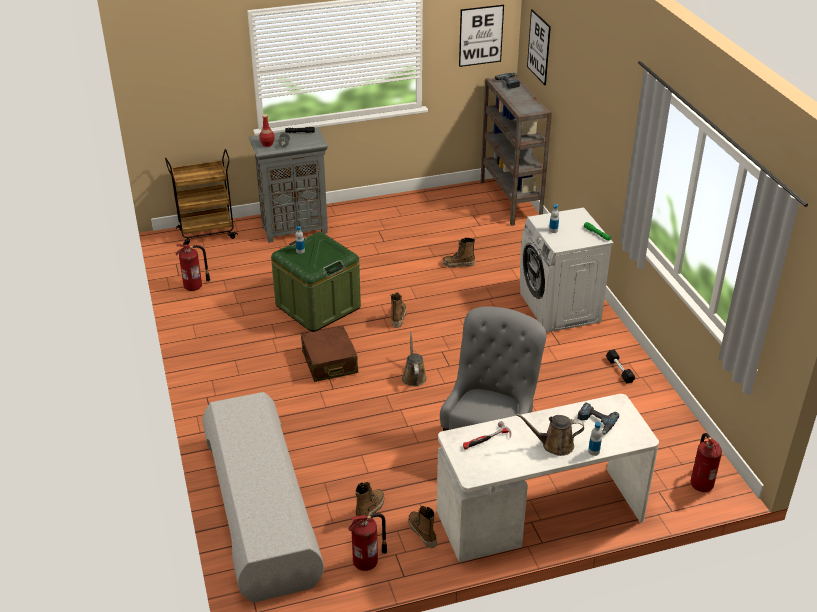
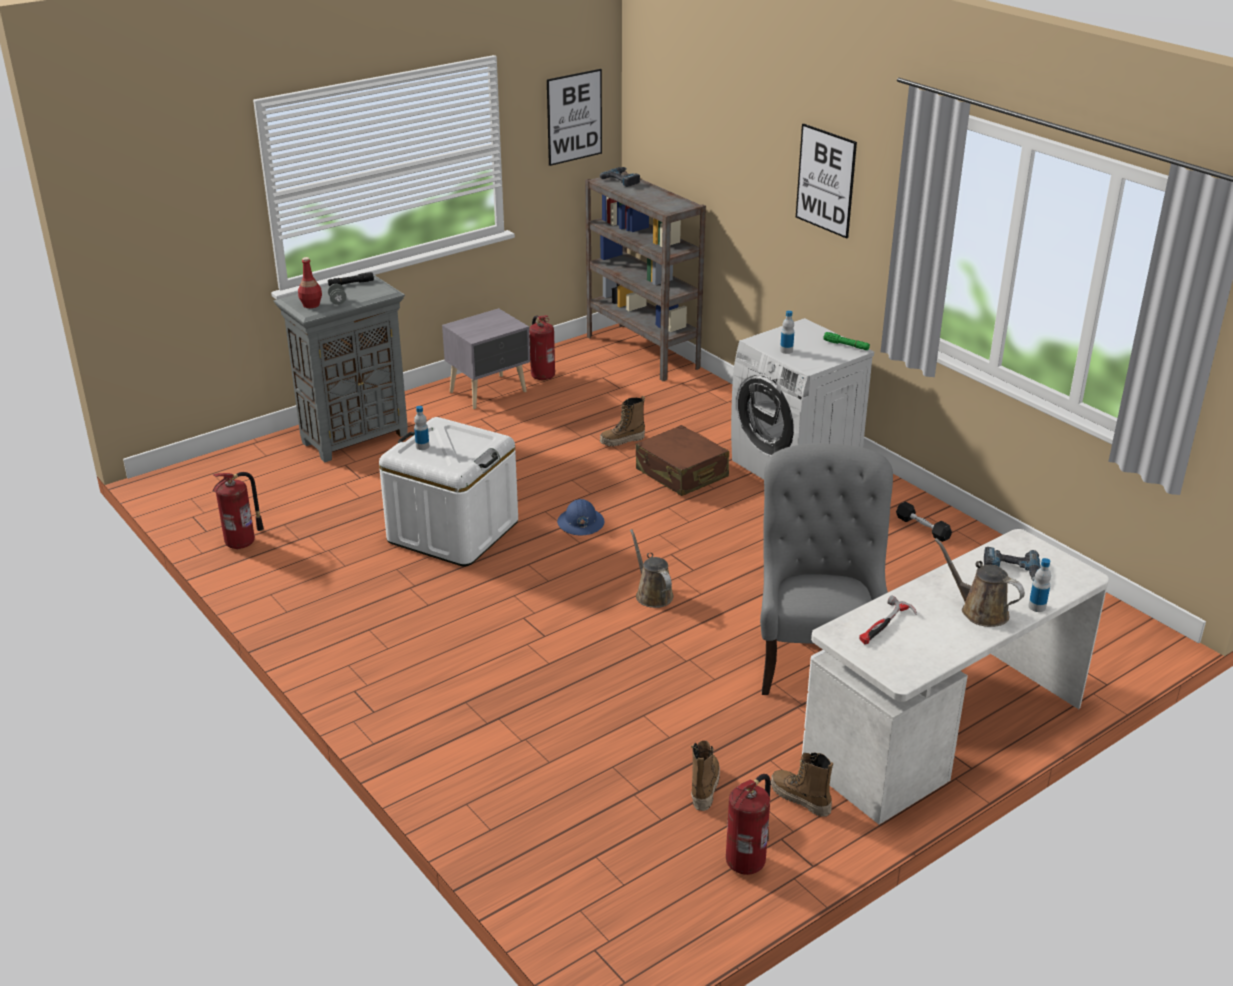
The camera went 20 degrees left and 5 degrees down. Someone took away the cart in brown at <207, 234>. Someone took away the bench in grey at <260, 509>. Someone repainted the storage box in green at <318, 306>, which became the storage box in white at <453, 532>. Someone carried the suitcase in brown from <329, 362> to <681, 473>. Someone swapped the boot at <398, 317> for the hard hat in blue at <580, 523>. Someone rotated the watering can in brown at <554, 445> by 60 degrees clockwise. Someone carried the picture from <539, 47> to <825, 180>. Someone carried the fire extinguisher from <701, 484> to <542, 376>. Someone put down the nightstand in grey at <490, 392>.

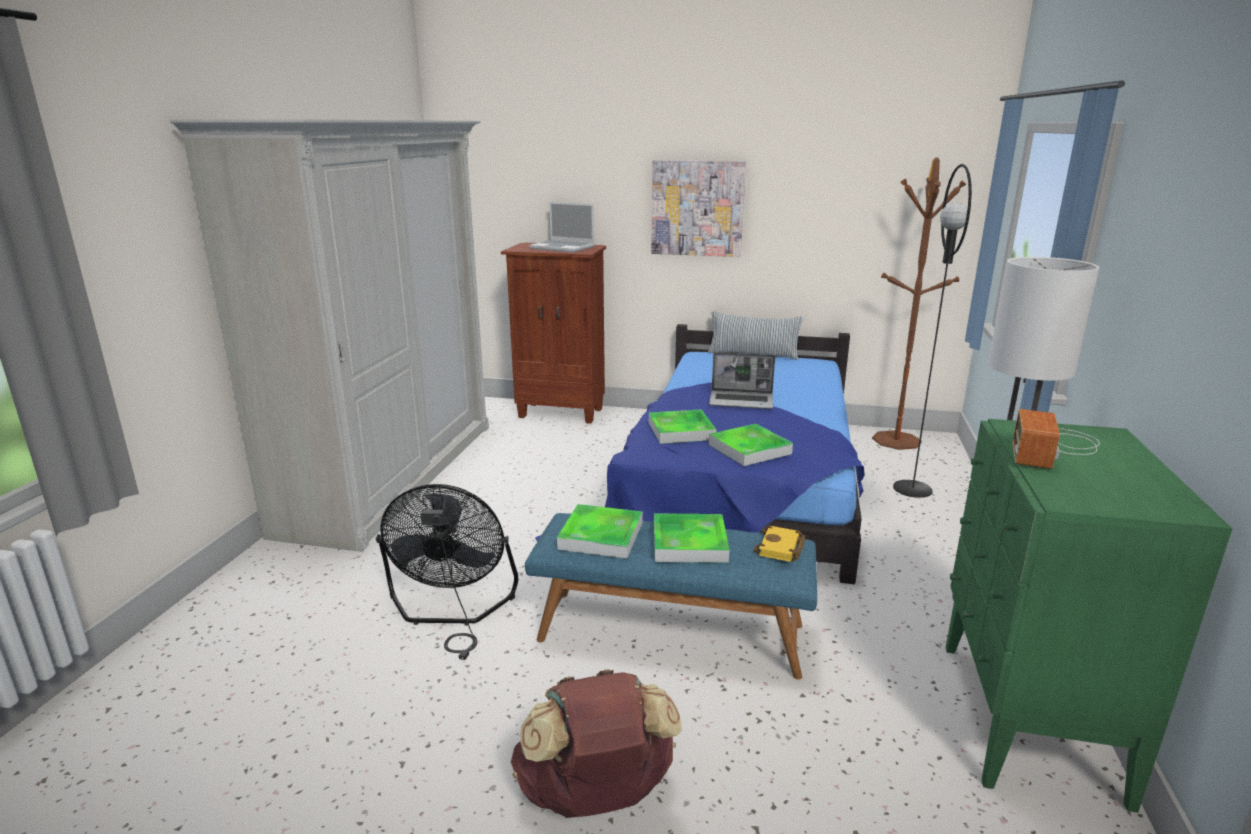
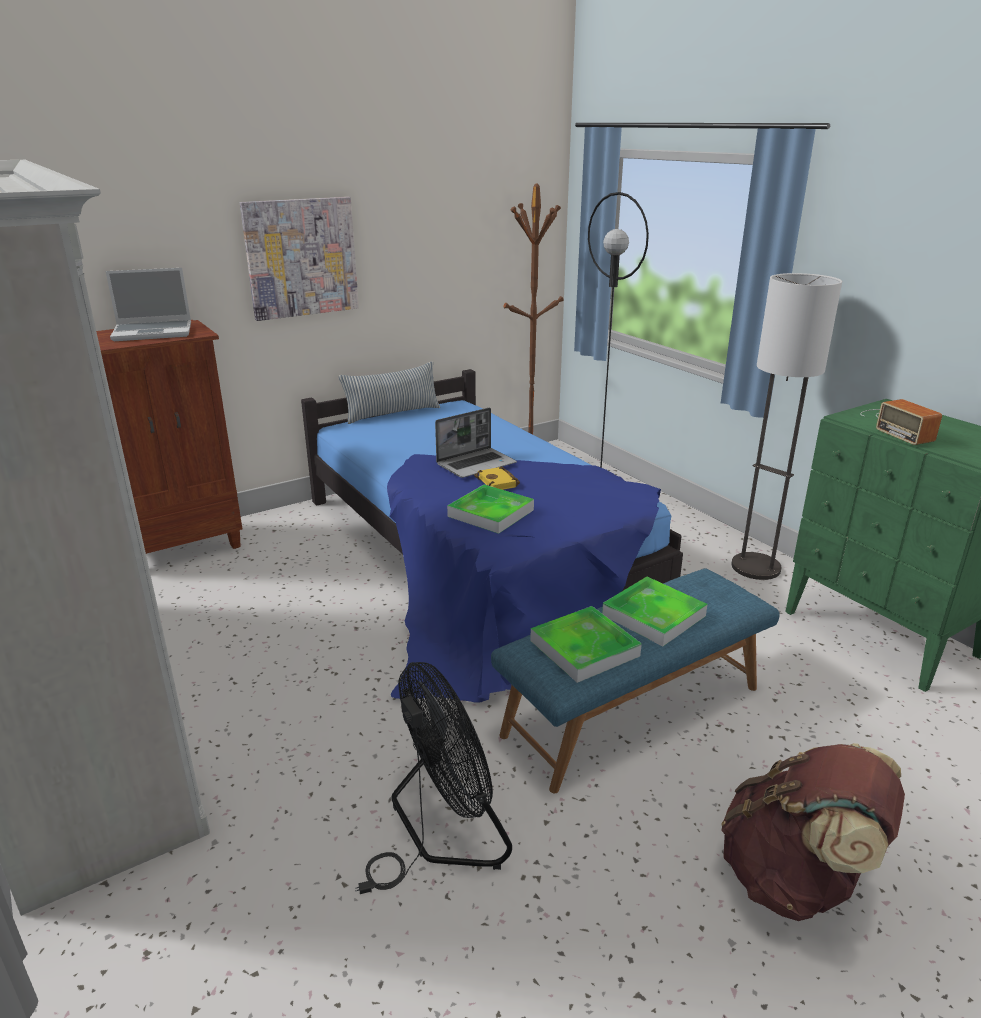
The camera went 45 degrees left and 5 degrees up. Someone rotated the fan in black at <450, 612> by 105 degrees clockwise. Someone took away the tray at <749, 449>. Someone carried the book in yellow from <781, 549> to <498, 483>.

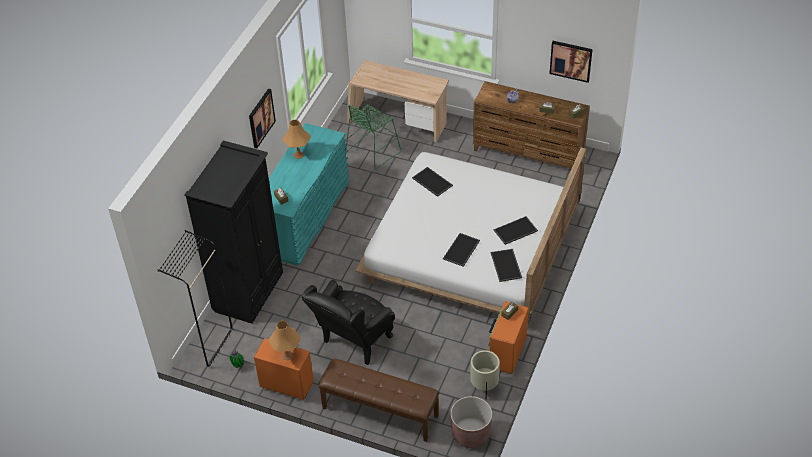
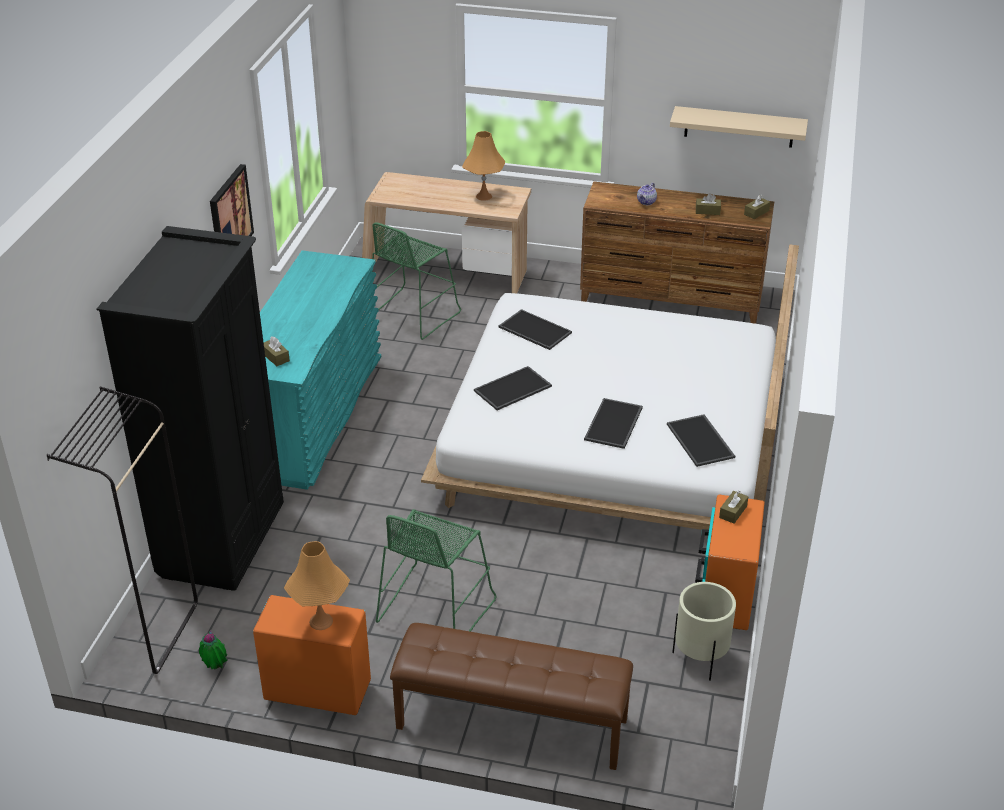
The camera went 10 degrees left and 10 degrees down. Someone carried the table lamp in orange from <298, 155> to <484, 196>. Someone swapped the armchair in black at <353, 344> for the stool in green at <435, 608>. Someone took away the planter in brown at <471, 434>. Someone carried the tray from <515, 231> to <512, 389>. Someone swapped the picture at <571, 60> for the shelf in beige at <739, 127>.

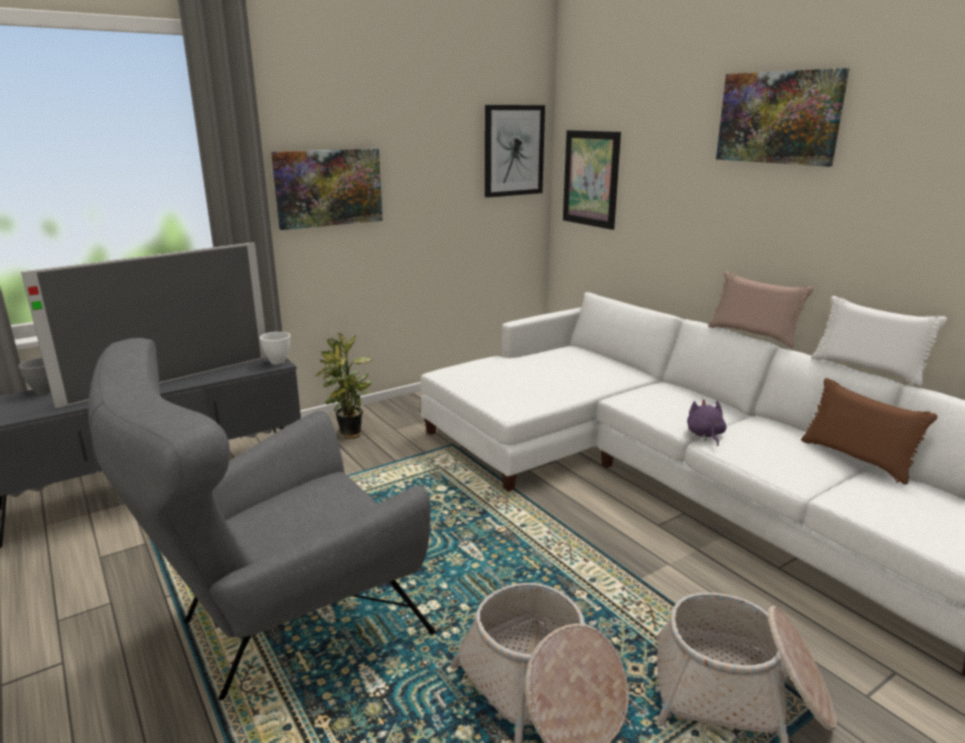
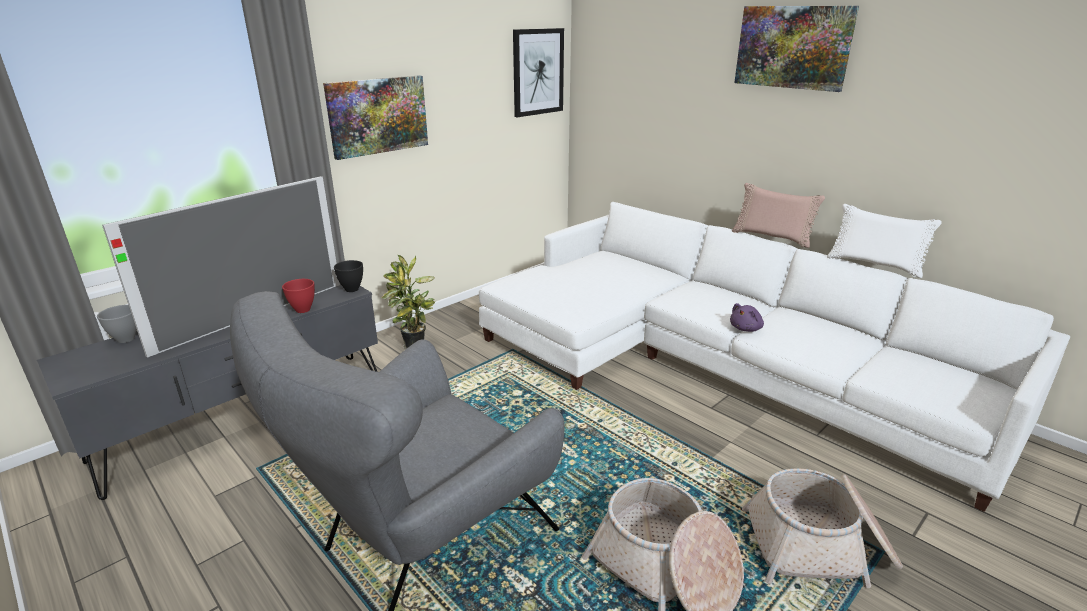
The camera went 10 degrees left and 5 degrees up. Someone repainted the bowl in white at <277, 362>, which became the bowl in black at <351, 289>. Someone took away the picture at <591, 178>. Someone rotated the plush toy in purple at <705, 435> by 120 degrees counterclockwise. Someone took away the pillow in brown at <856, 459>. Someone put down the bowl in red at <304, 309>.

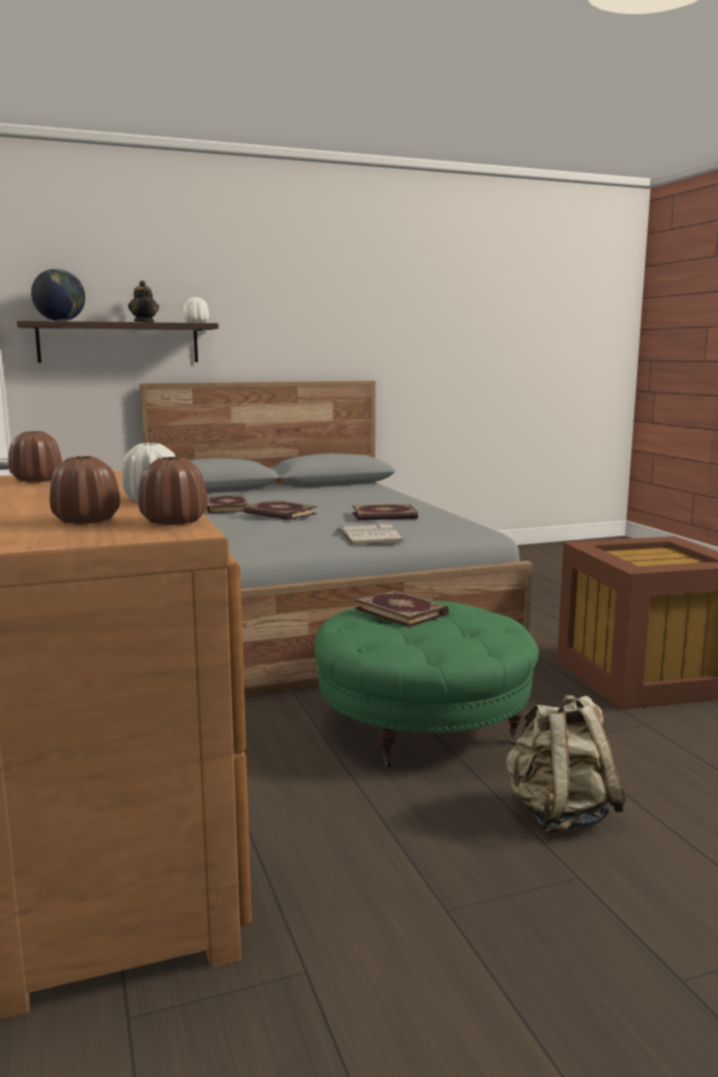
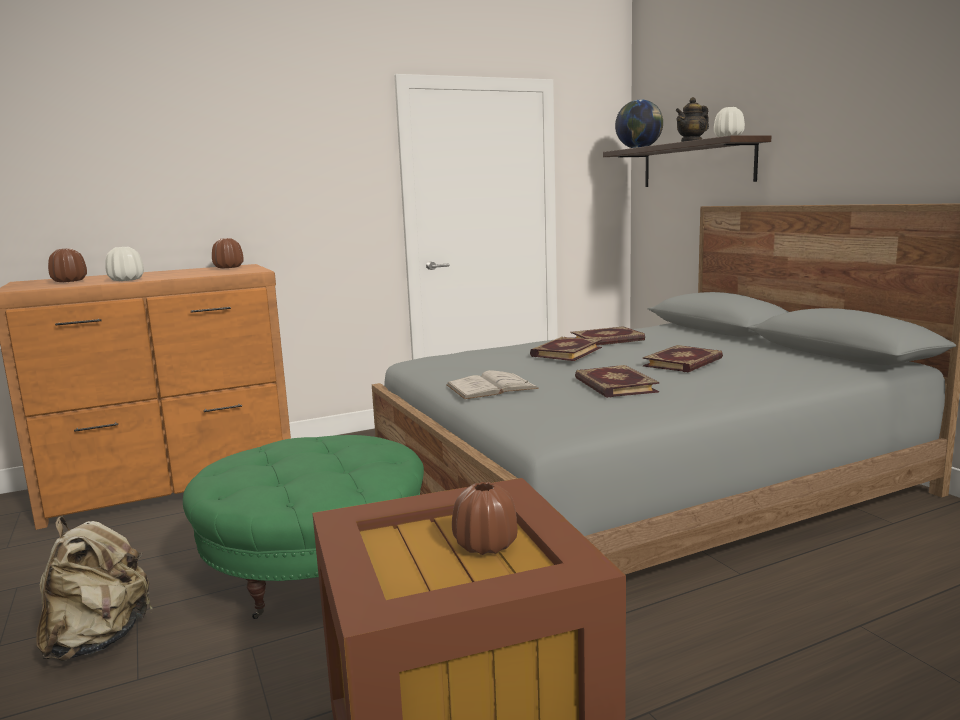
The camera went 85 degrees right and 0 degrees up. Someone carried the vase in brown from <174, 522> to <486, 545>. Someone carried the book from <402, 611> to <684, 362>.

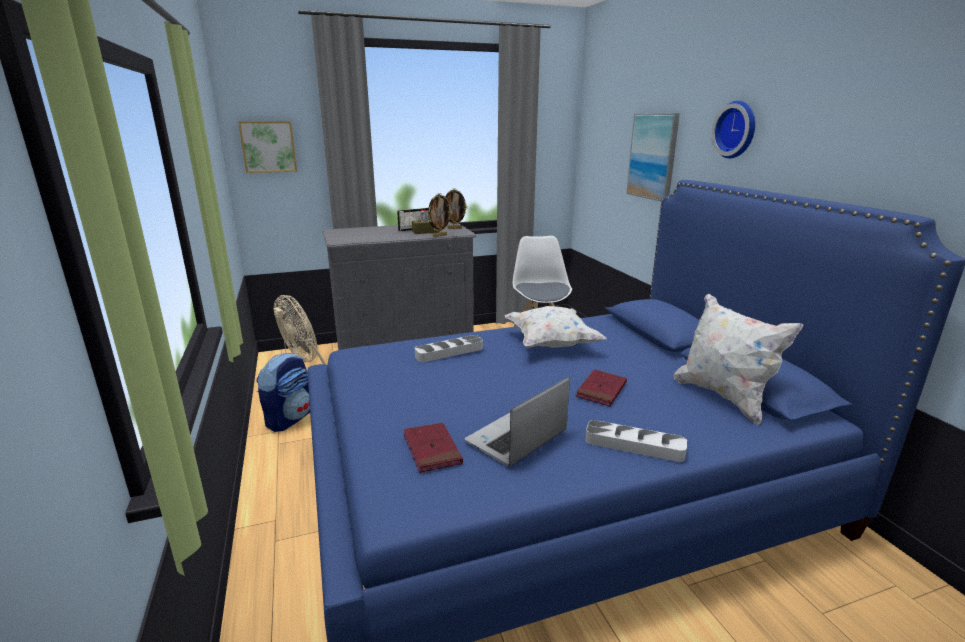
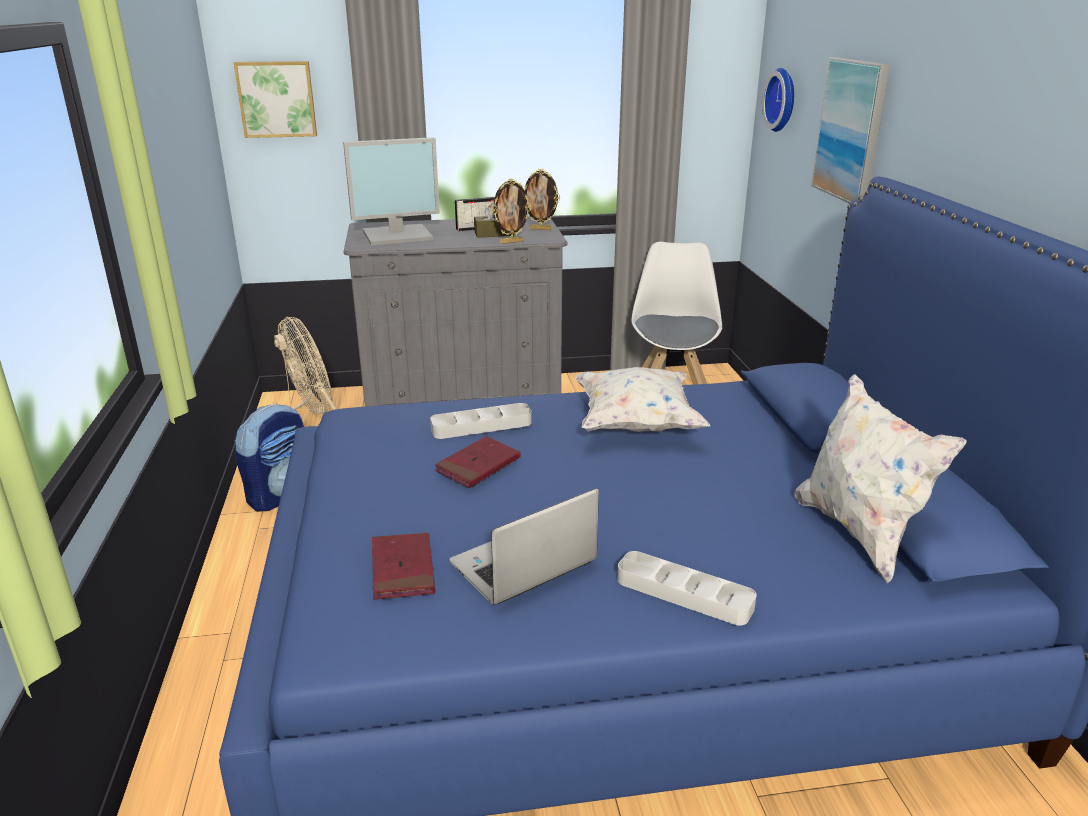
The camera went 10 degrees right and 5 degrees up. Someone carried the book in red from <601, 390> to <478, 465>. Someone carried the wall clock from <737, 130> to <783, 100>. Someone put down the monitor at <398, 235>.

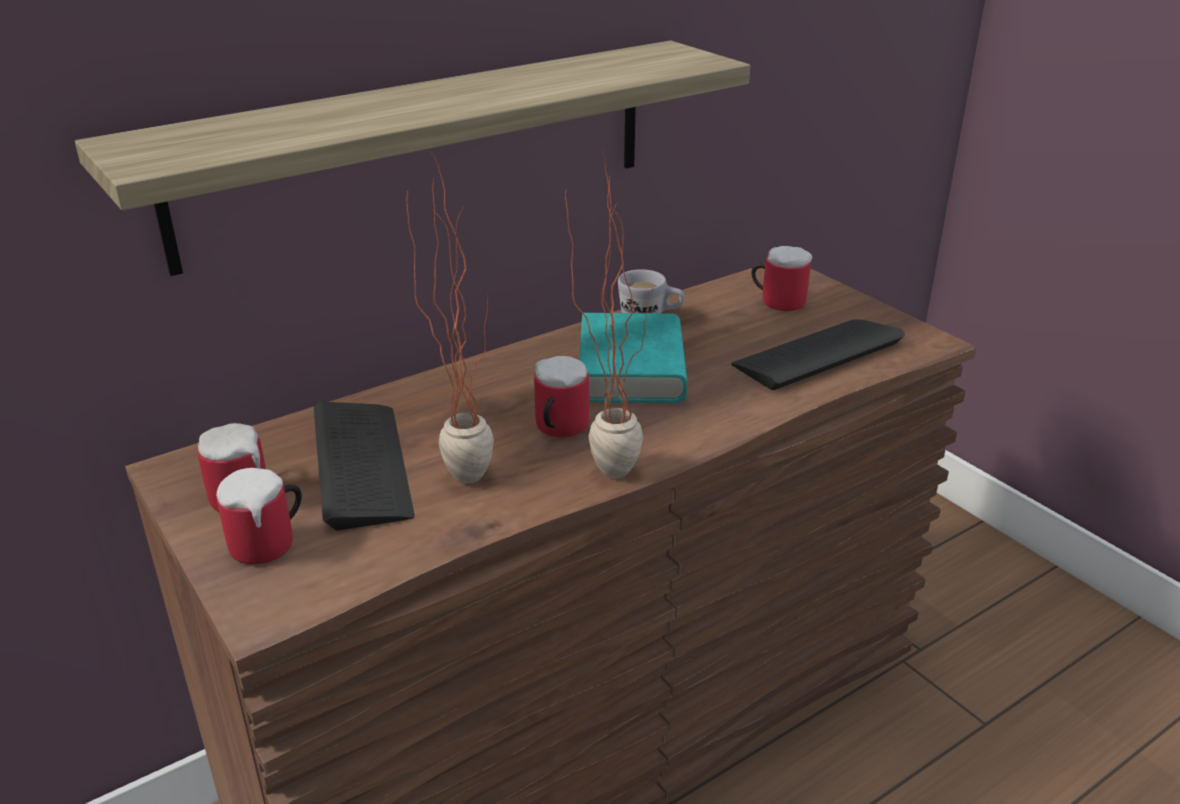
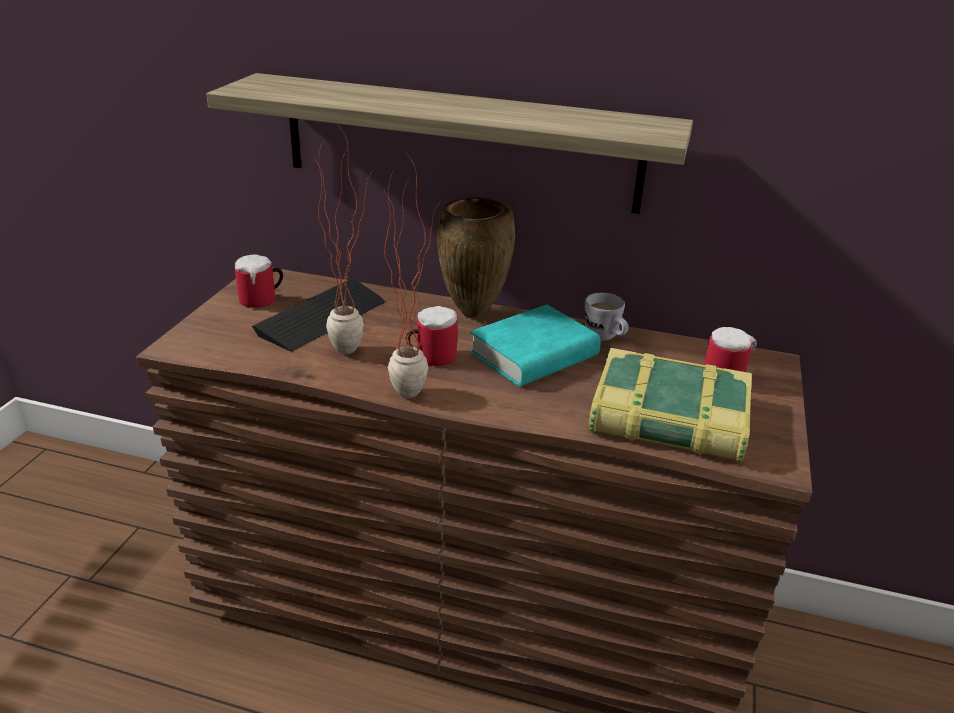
The camera went 50 degrees right and 0 degrees up. Someone took away the mug at <271, 544>. Someone swapped the keyboard at <817, 354> for the book at <668, 418>. Someone put down the vase in brown at <472, 315>.

